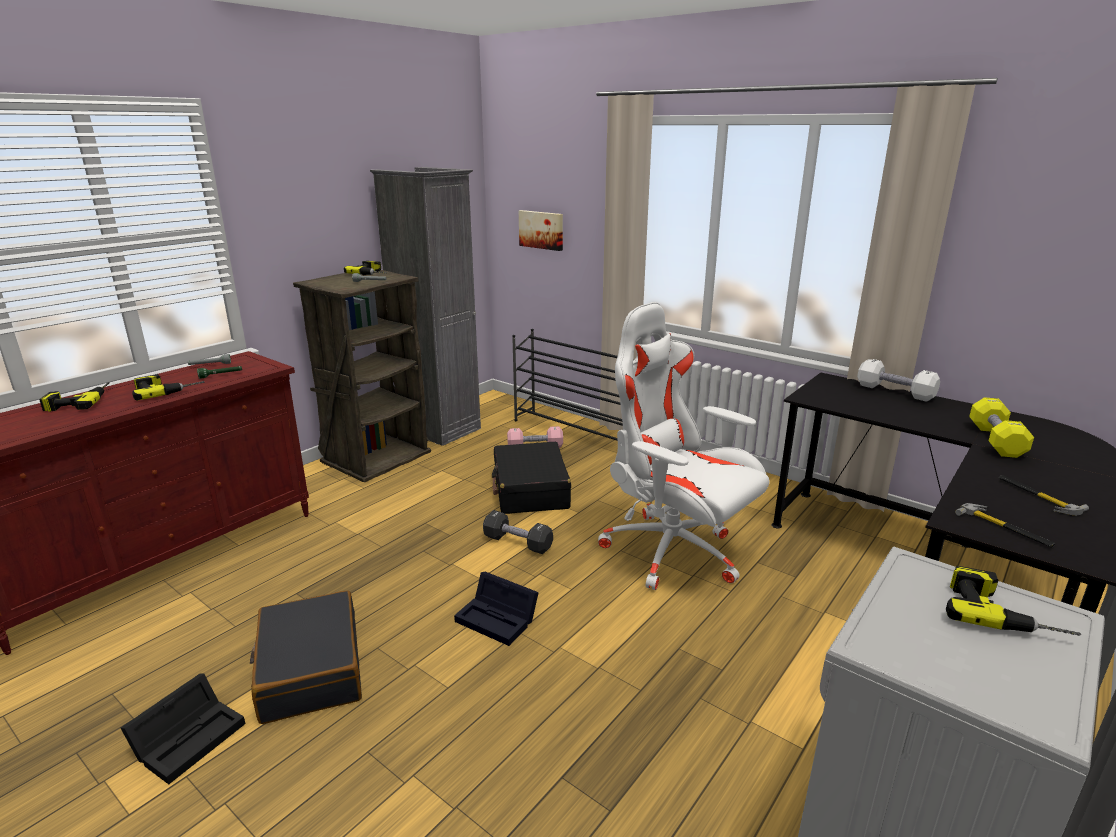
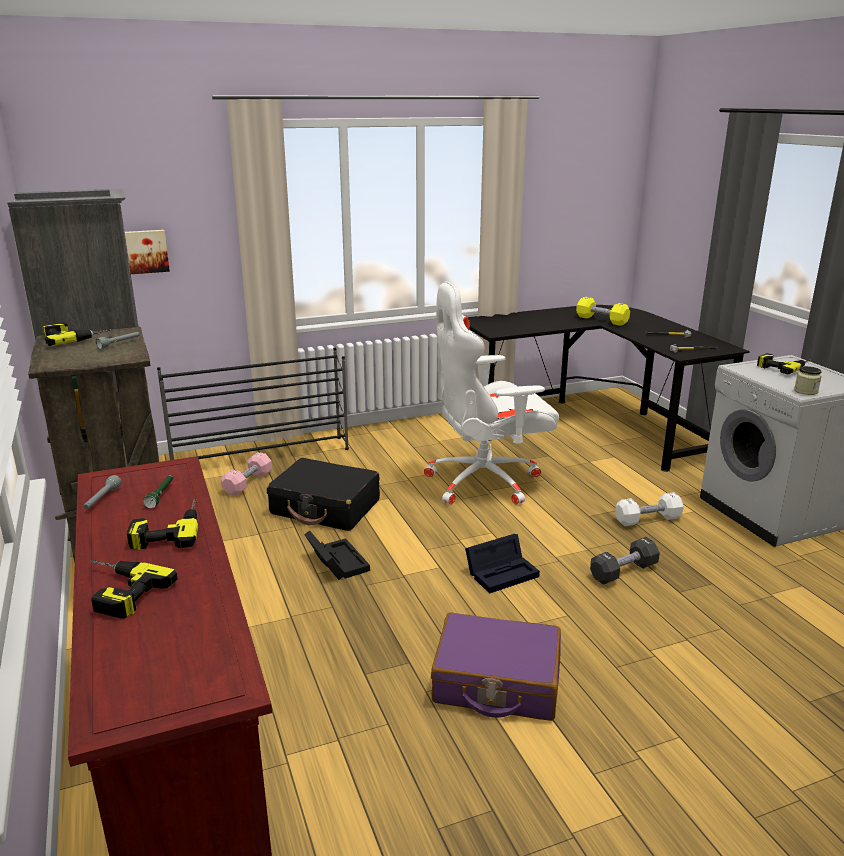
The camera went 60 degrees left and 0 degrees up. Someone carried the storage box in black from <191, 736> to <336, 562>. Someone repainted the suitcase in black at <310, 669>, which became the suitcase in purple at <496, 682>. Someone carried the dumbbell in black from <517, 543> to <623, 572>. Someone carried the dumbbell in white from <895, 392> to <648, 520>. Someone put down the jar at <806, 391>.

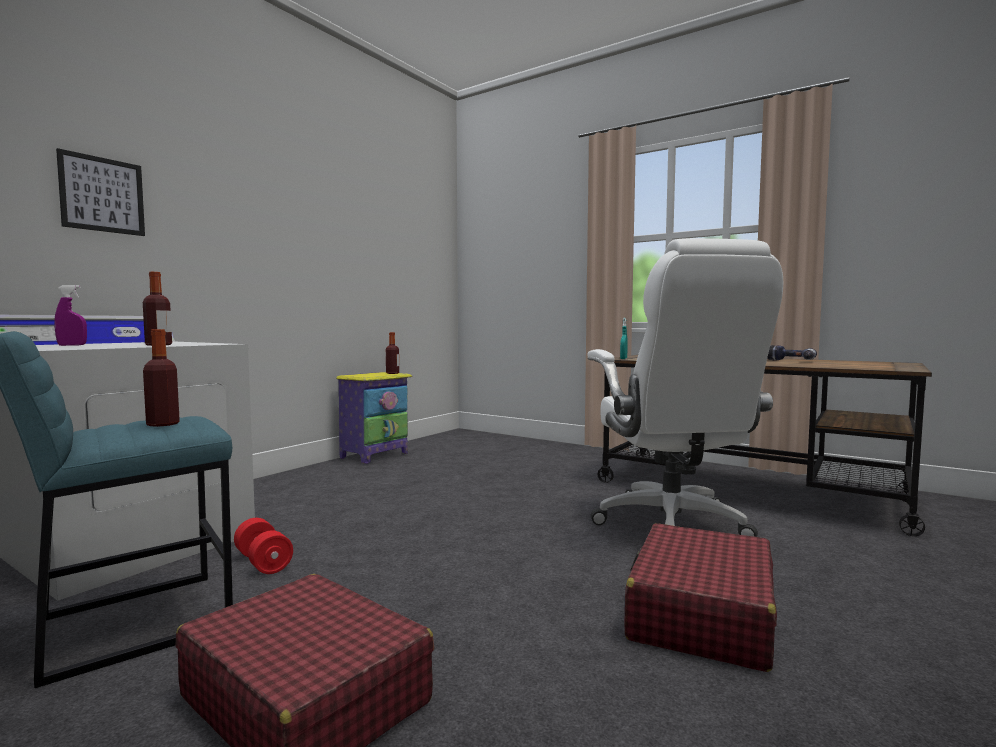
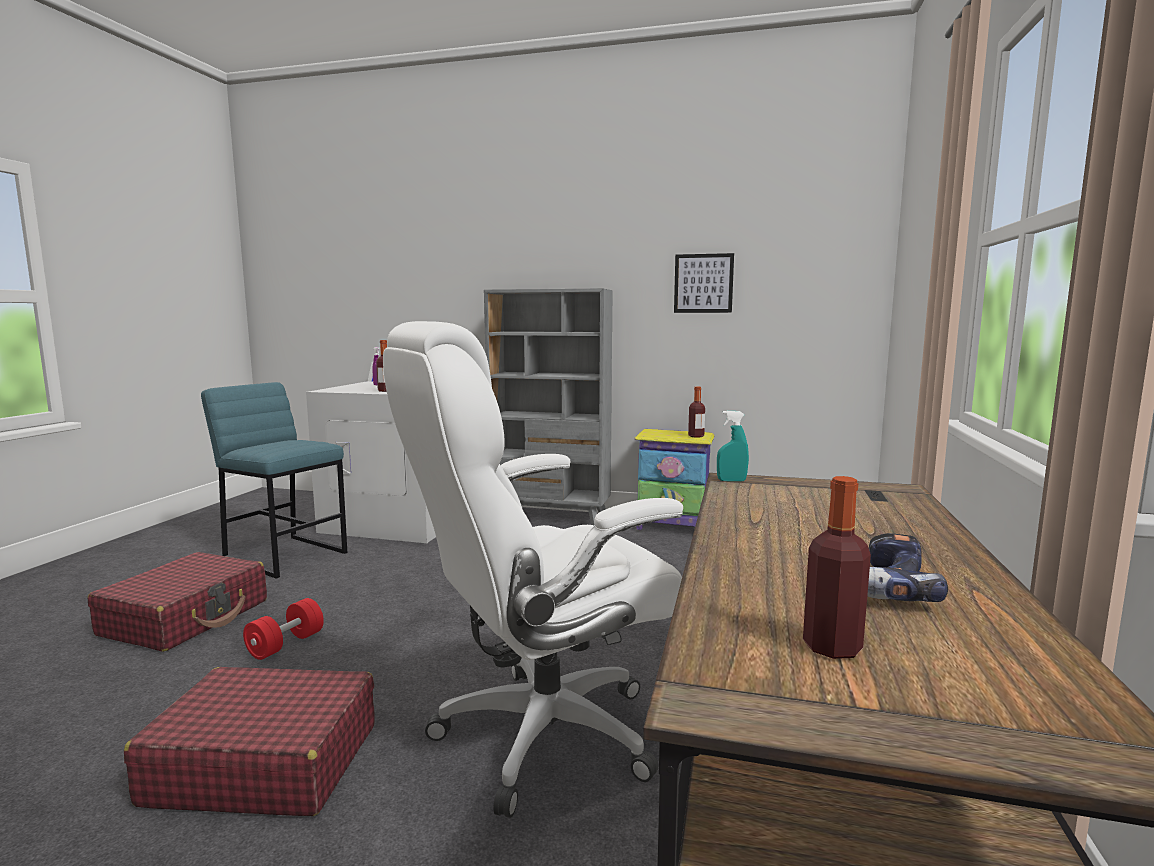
The camera went 70 degrees right and 5 degrees up. Someone carried the picture from <102, 195> to <703, 283>. Someone carried the bottle from <163, 424> to <832, 647>. Someone carried the dumbbell in red from <263, 562> to <286, 644>. Someone put down the bookcase in grey at <551, 518>.

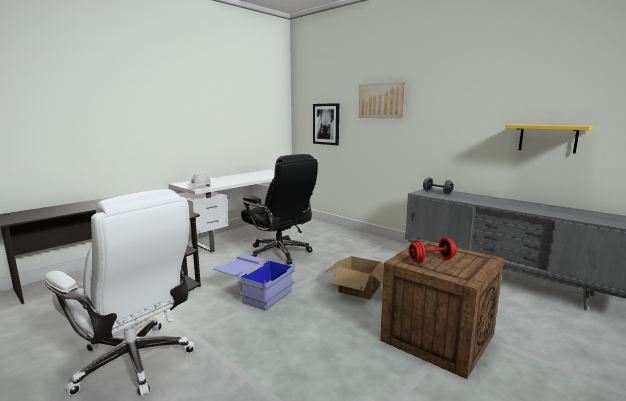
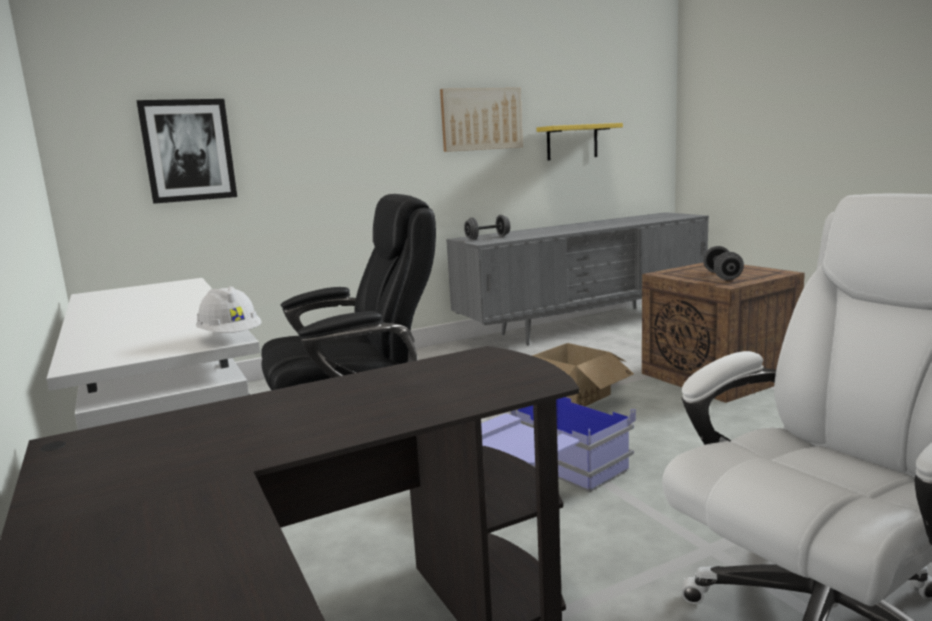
The camera went 70 degrees left and 0 degrees up. Someone carried the picture from <381, 101> to <481, 119>. Someone repainted the dumbbell in red at <431, 260>, which became the dumbbell in grey at <722, 276>.

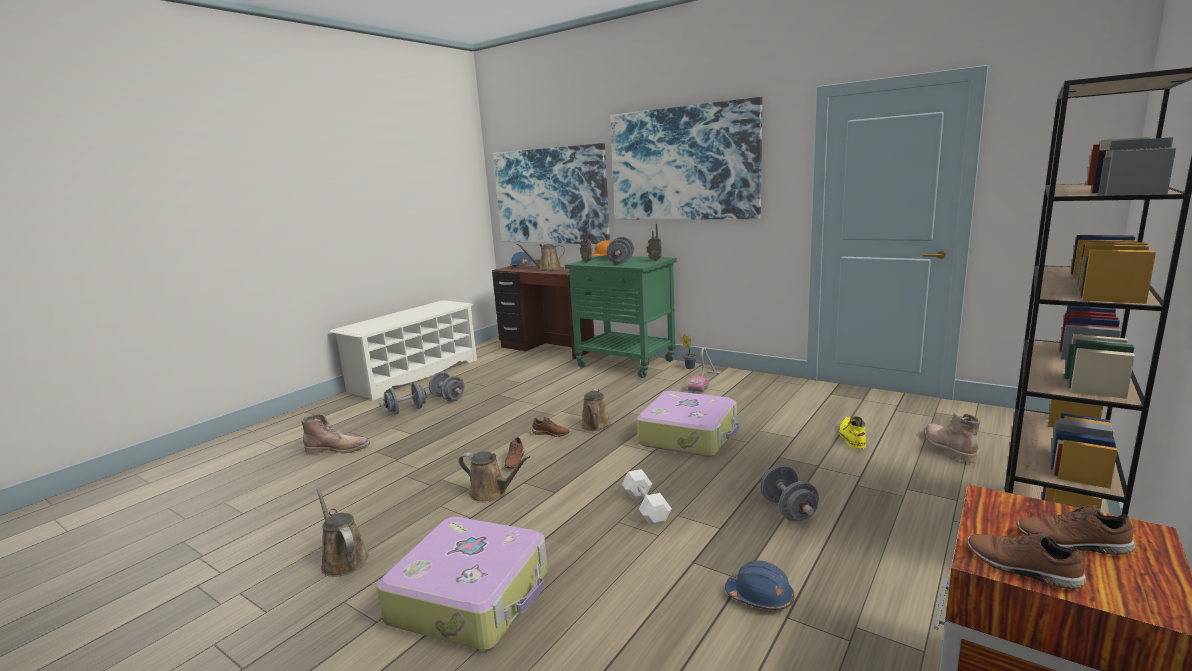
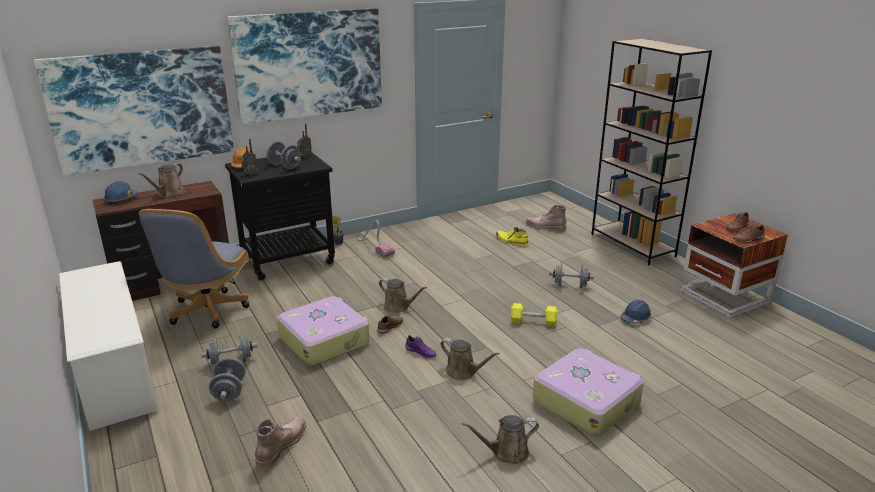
The camera went 65 degrees left and 10 degrees up. Someone rotated the watering can in brown at <491, 493> by 75 degrees clockwise. Someone repainted the shoe in brown at <515, 461>, which became the shoe in purple at <421, 352>. Someone repainted the cart in green at <626, 364>, which became the cart in black at <289, 261>. Someone repainted the dumbbell in white at <646, 507>, which became the dumbbell in yellow at <533, 321>. Someone carried the suitcase from <689, 435> to <325, 340>. Someone put down the office chair in blue at <205, 314>.

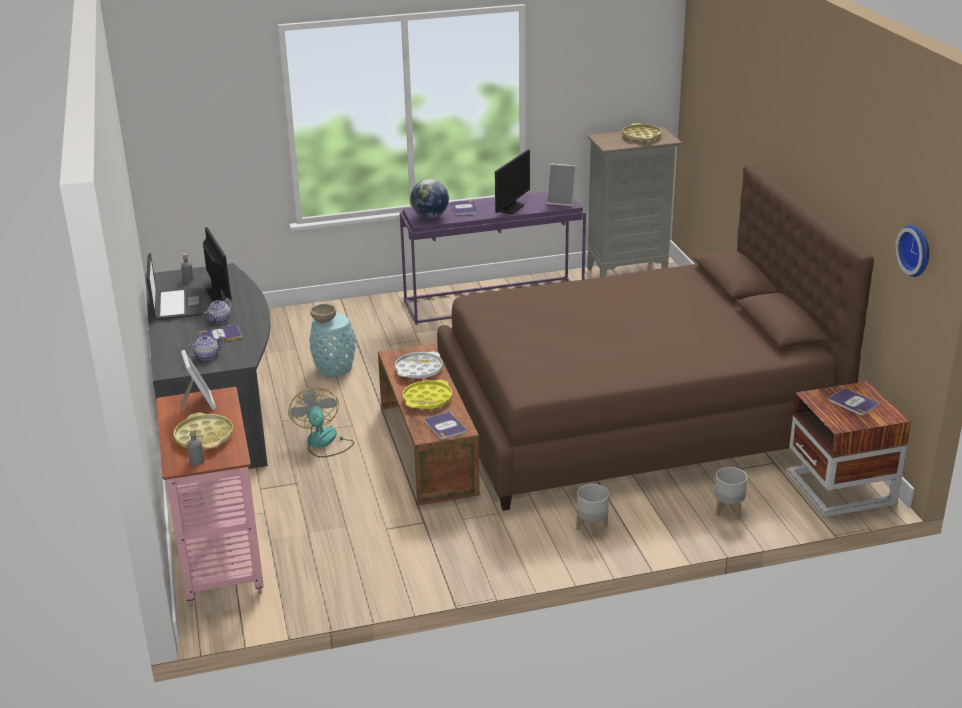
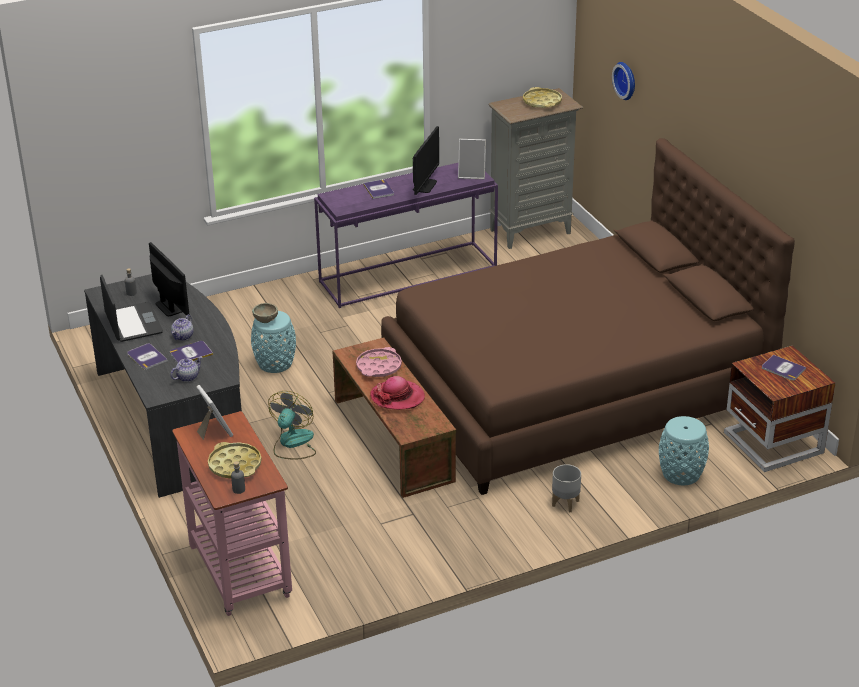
The camera went 10 degrees left and 5 degrees up. Someone rotated the fan at <323, 443> by 45 degrees clockwise. Someone repainted the tray in white at <419, 369>, which became the tray in pink at <378, 367>. Someone swapped the tray in yellow at <427, 399> for the hat at <397, 397>. Someone took away the globe at <430, 216>. Someone carried the book from <445, 426> to <146, 357>. Someone swapped the planter in grey at <728, 510> for the stool in turquoise at <681, 474>. Someone carried the wall clock from <917, 250> to <626, 80>.

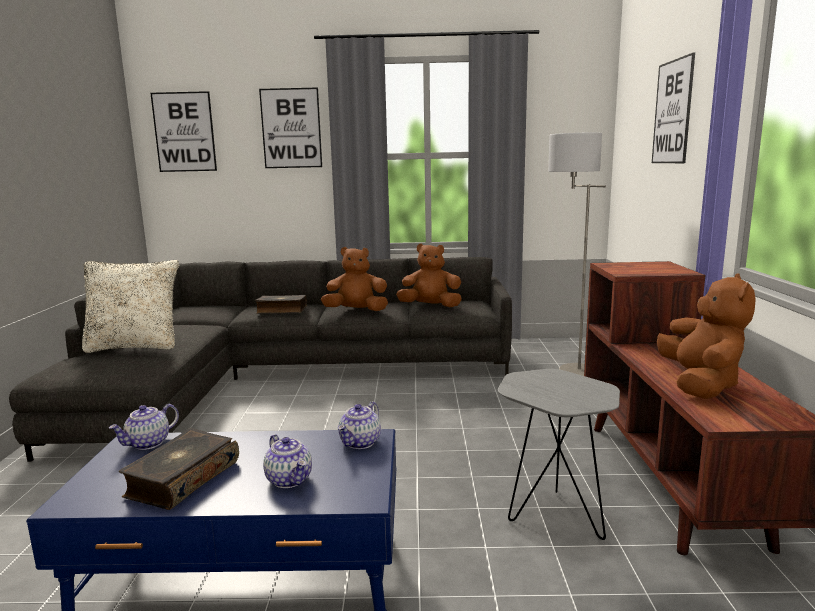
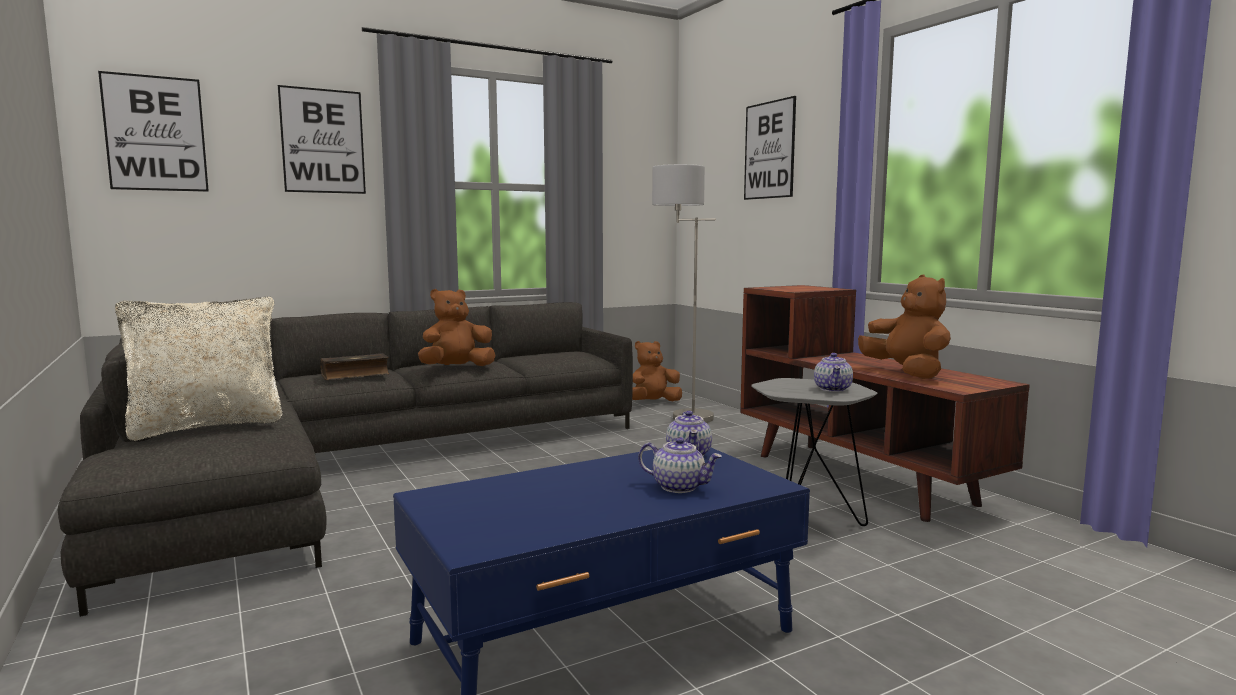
The camera went 30 degrees left and 5 degrees down. Someone carried the teapot from <148, 443> to <833, 389>. Someone took away the book at <182, 479>. Someone carried the plush toy in brown from <430, 306> to <653, 402>.

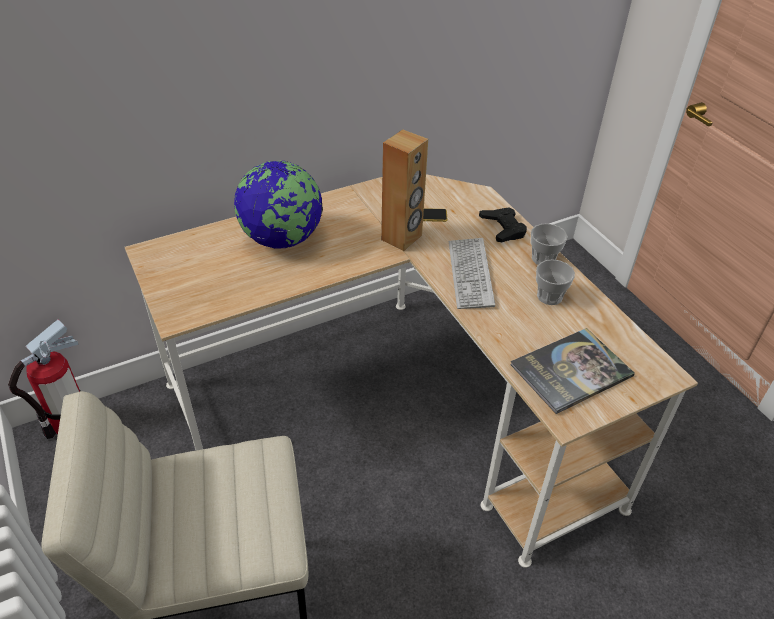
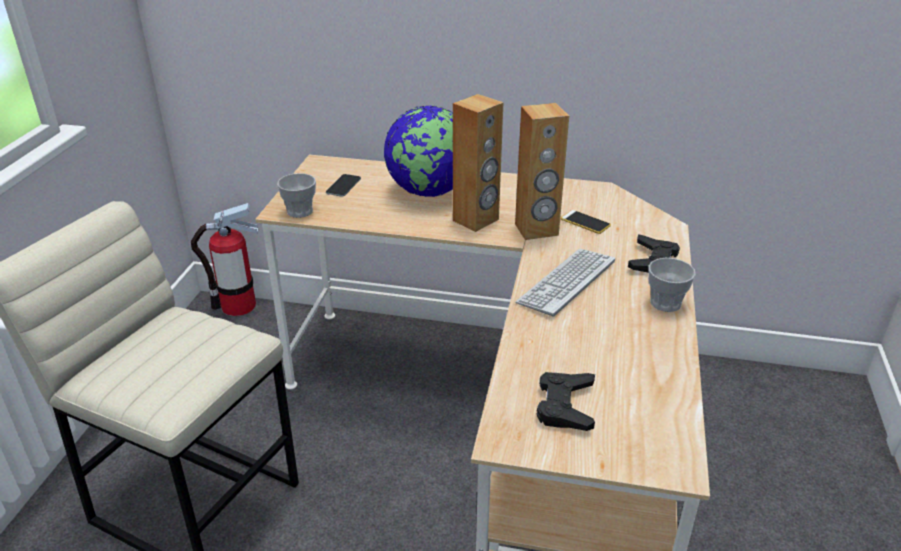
The camera went 40 degrees right and 10 degrees down. Someone swapped the book at <571, 371> for the game controller in black at <565, 405>. Someone carried the cup from <549, 296> to <300, 211>. Someone put down the phone at <343, 186>. Someone put down the speaker in brown at <476, 220>.

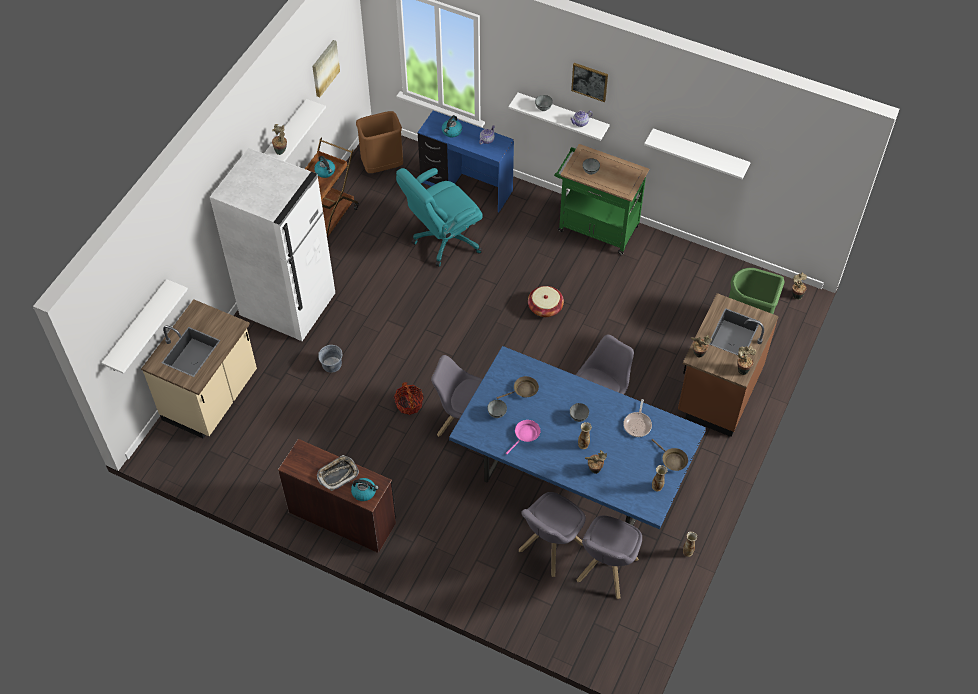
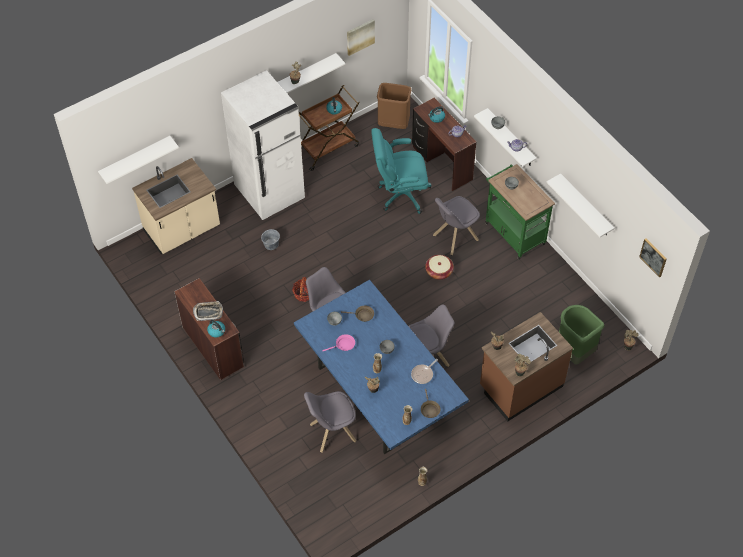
The camera went 30 degrees right and 0 degrees up. Someone repainted the desk in blue at <466, 187>, which became the desk in brown at <441, 164>. Someone carried the picture from <590, 81> to <653, 257>. Someone carried the chair in grey from <606, 570> to <455, 237>.

